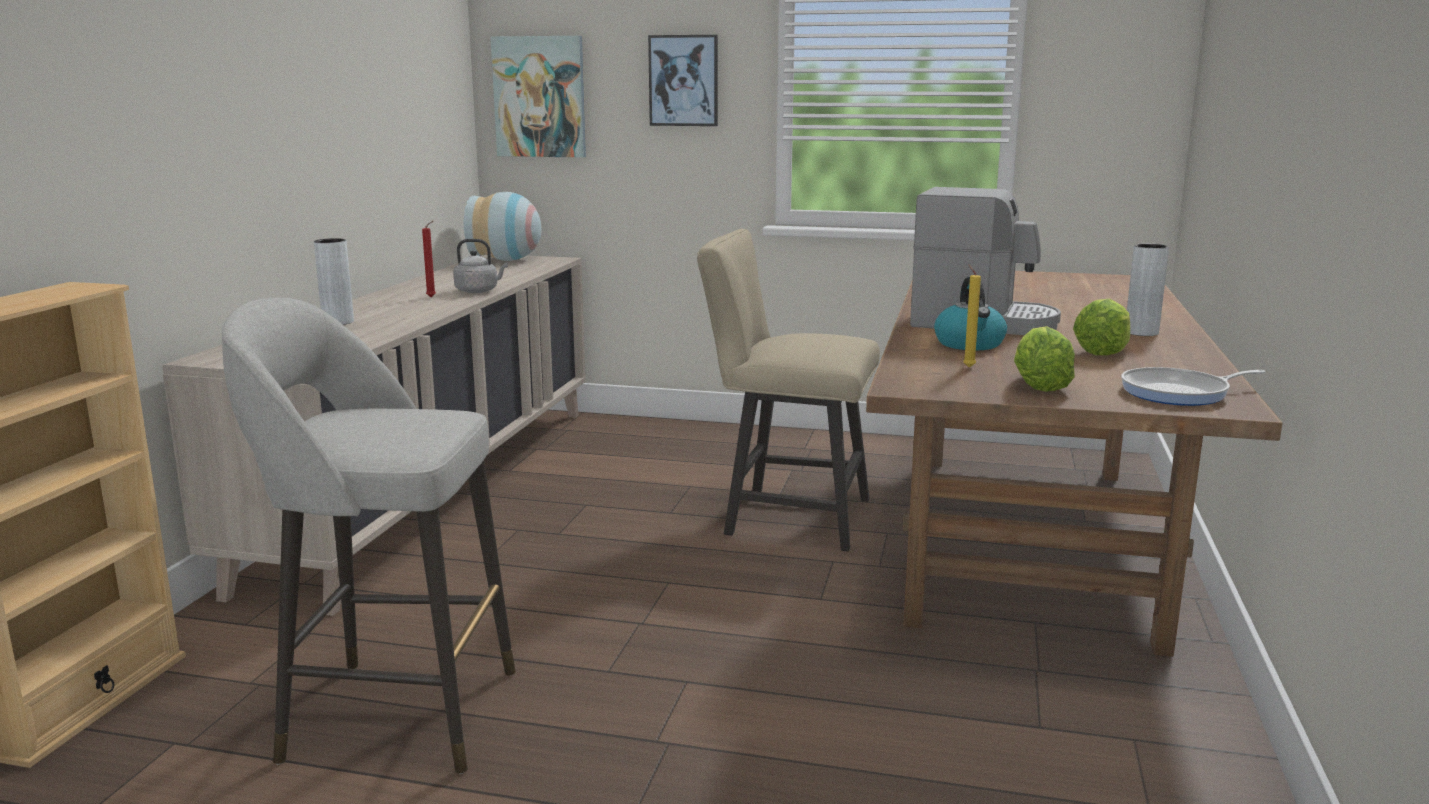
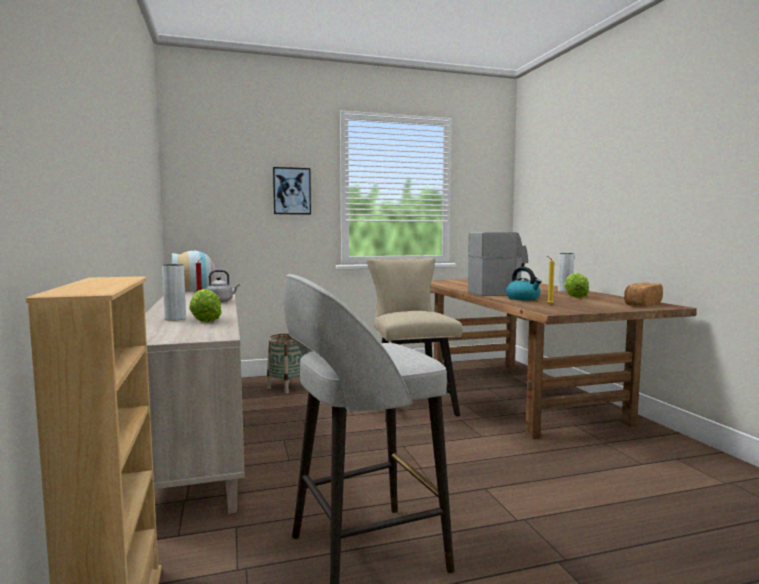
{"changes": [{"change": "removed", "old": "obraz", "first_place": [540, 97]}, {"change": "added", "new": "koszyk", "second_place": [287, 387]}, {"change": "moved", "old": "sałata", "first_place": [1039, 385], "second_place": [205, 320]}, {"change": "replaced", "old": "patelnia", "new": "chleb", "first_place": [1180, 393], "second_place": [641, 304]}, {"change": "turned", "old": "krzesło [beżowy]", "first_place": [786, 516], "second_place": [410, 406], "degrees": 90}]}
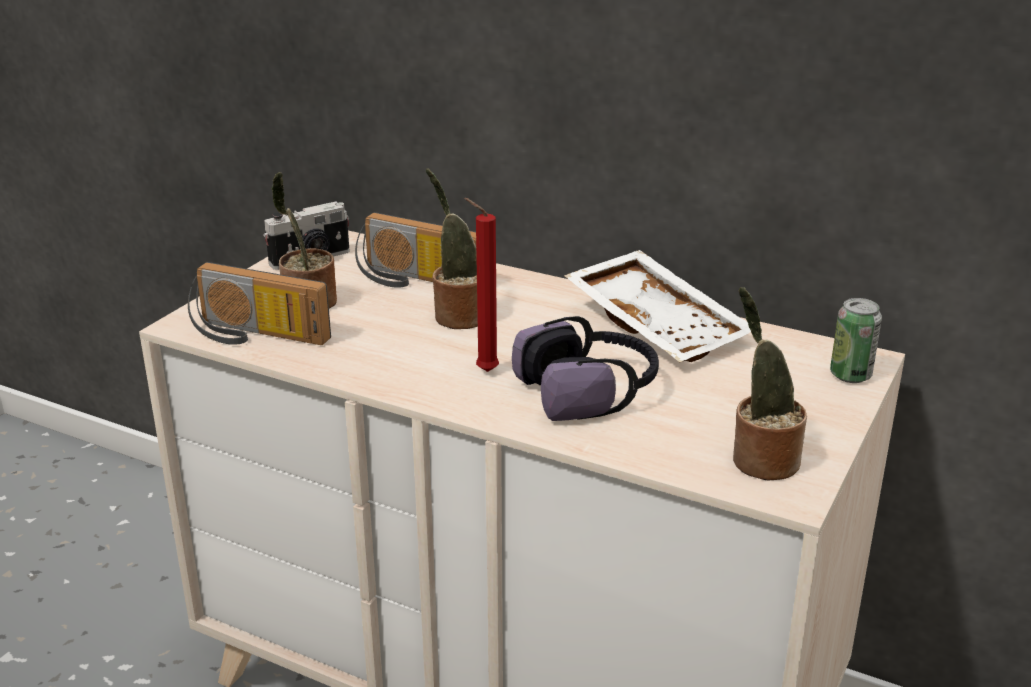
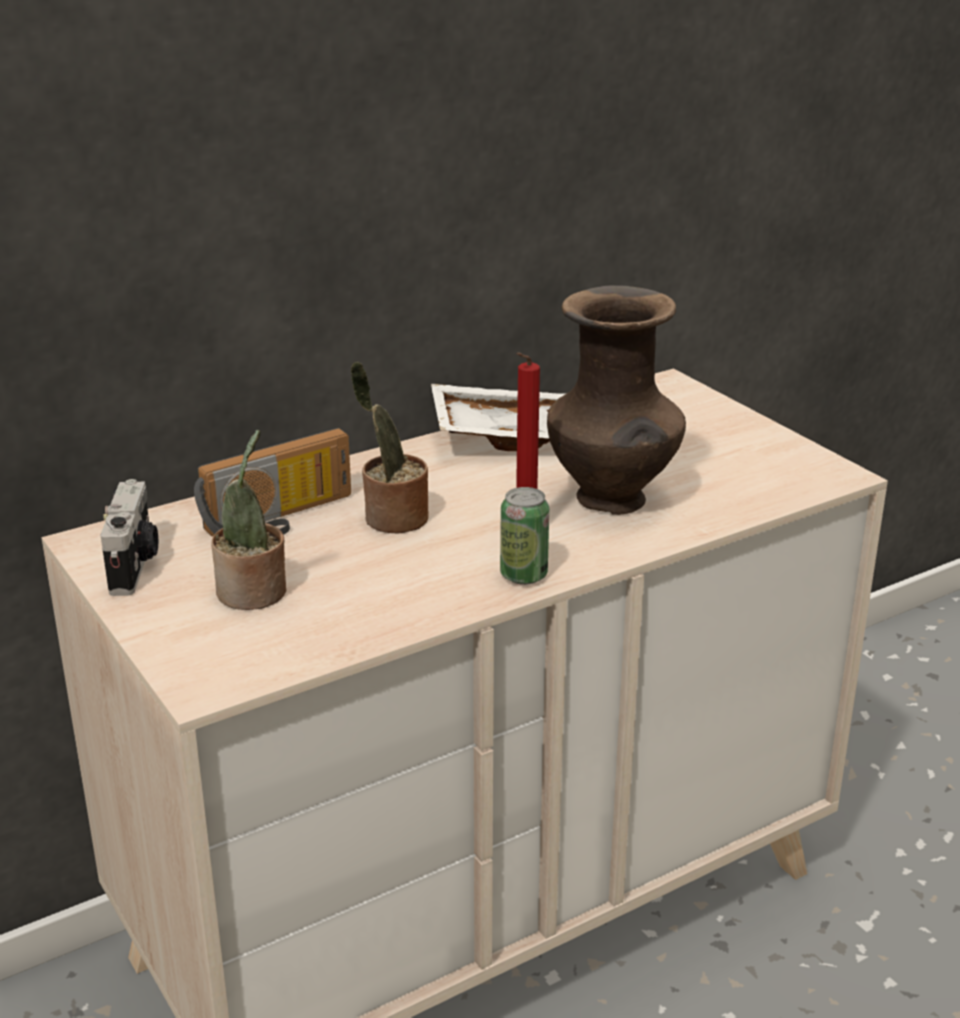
{"changes": [{"change": "removed", "old": "radio", "first_place": [255, 336]}, {"change": "removed", "old": "roślina doniczkowa", "first_place": [760, 460]}, {"change": "moved", "old": "puszka", "first_place": [850, 375], "second_place": [523, 575]}, {"change": "replaced", "old": "słuchawki", "new": "wazon [brązowy]", "first_place": [590, 392], "second_place": [613, 501]}]}
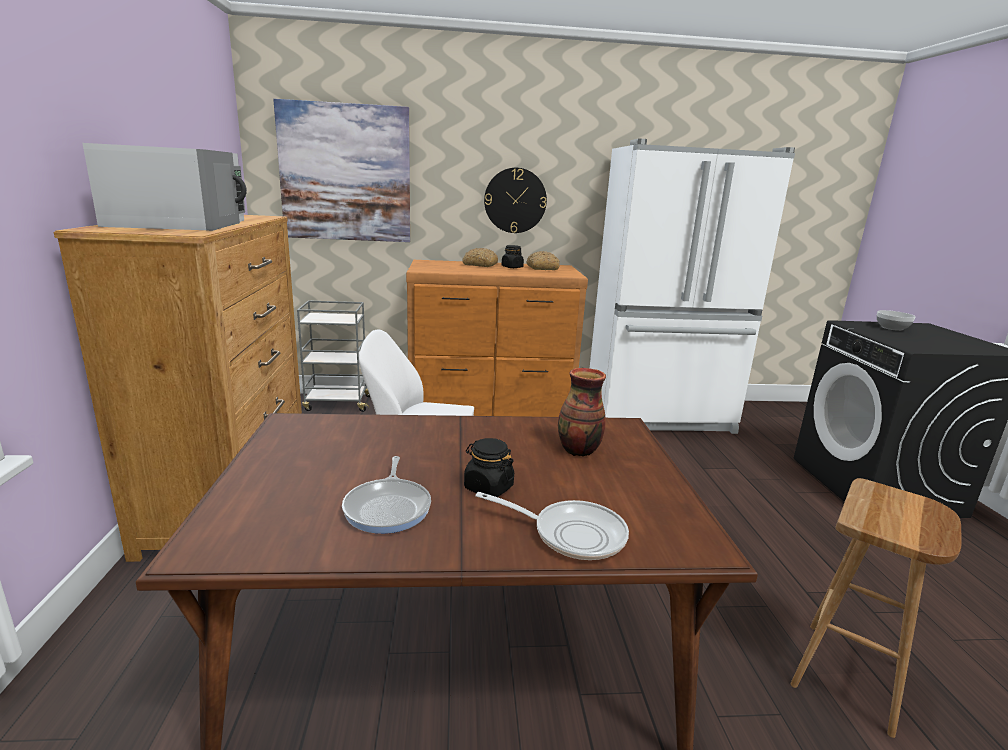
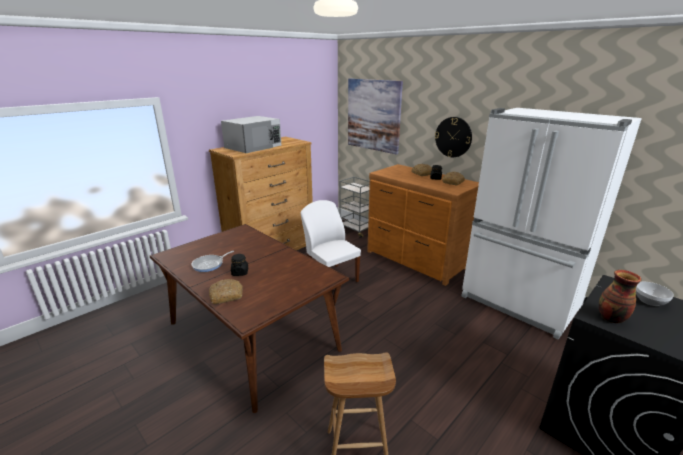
{"changes": [{"change": "moved", "old": "wazon", "first_place": [578, 450], "second_place": [610, 318]}, {"change": "replaced", "old": "patelnia", "new": "chleb", "first_place": [571, 534], "second_place": [227, 295]}]}
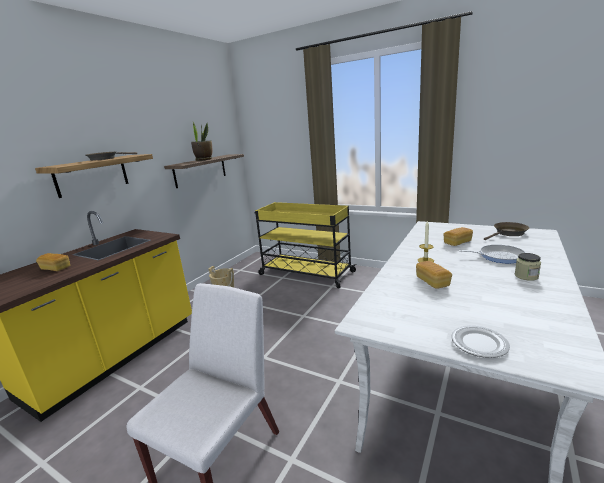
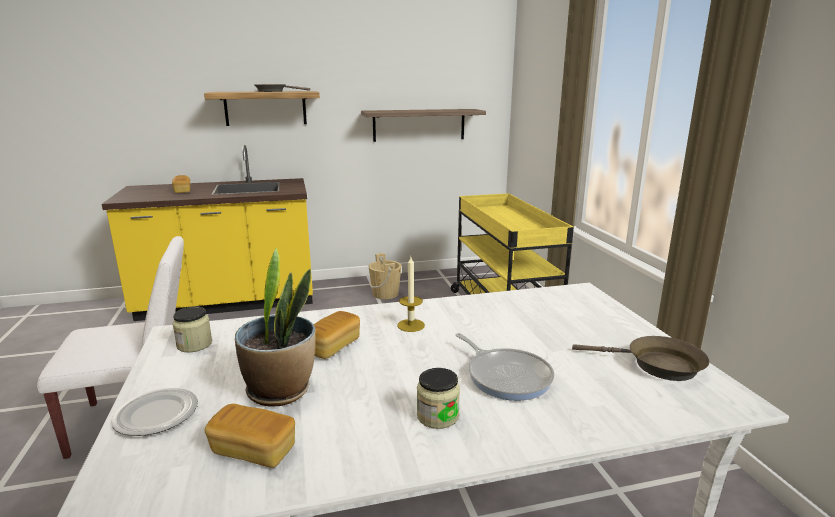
{"changes": [{"change": "added", "new": "słoik", "second_place": [194, 344]}, {"change": "moved", "old": "roślina doniczkowa", "first_place": [204, 159], "second_place": [280, 390]}, {"change": "moved", "old": "chleb", "first_place": [457, 242], "second_place": [253, 450]}]}
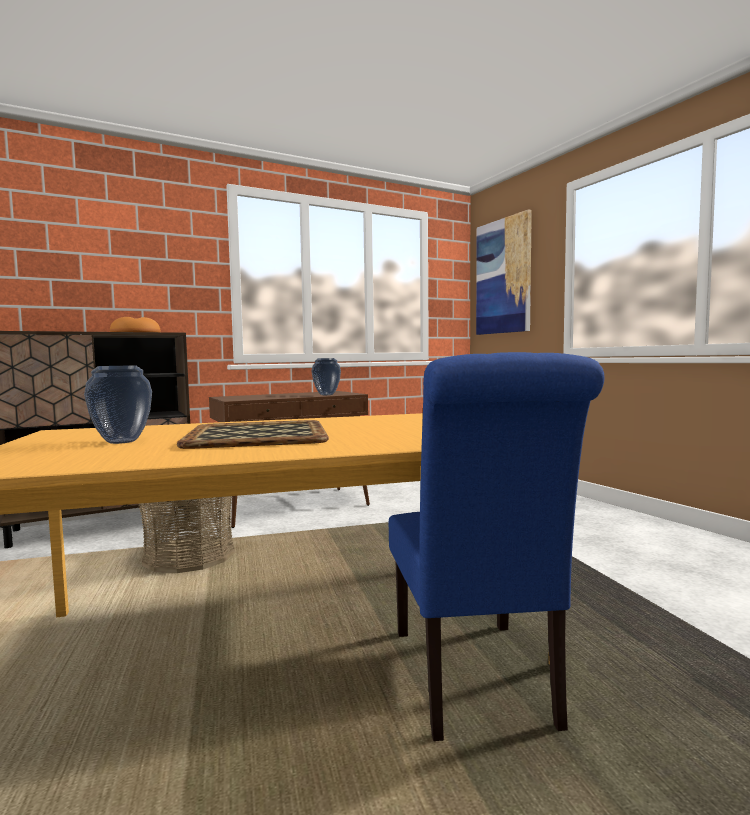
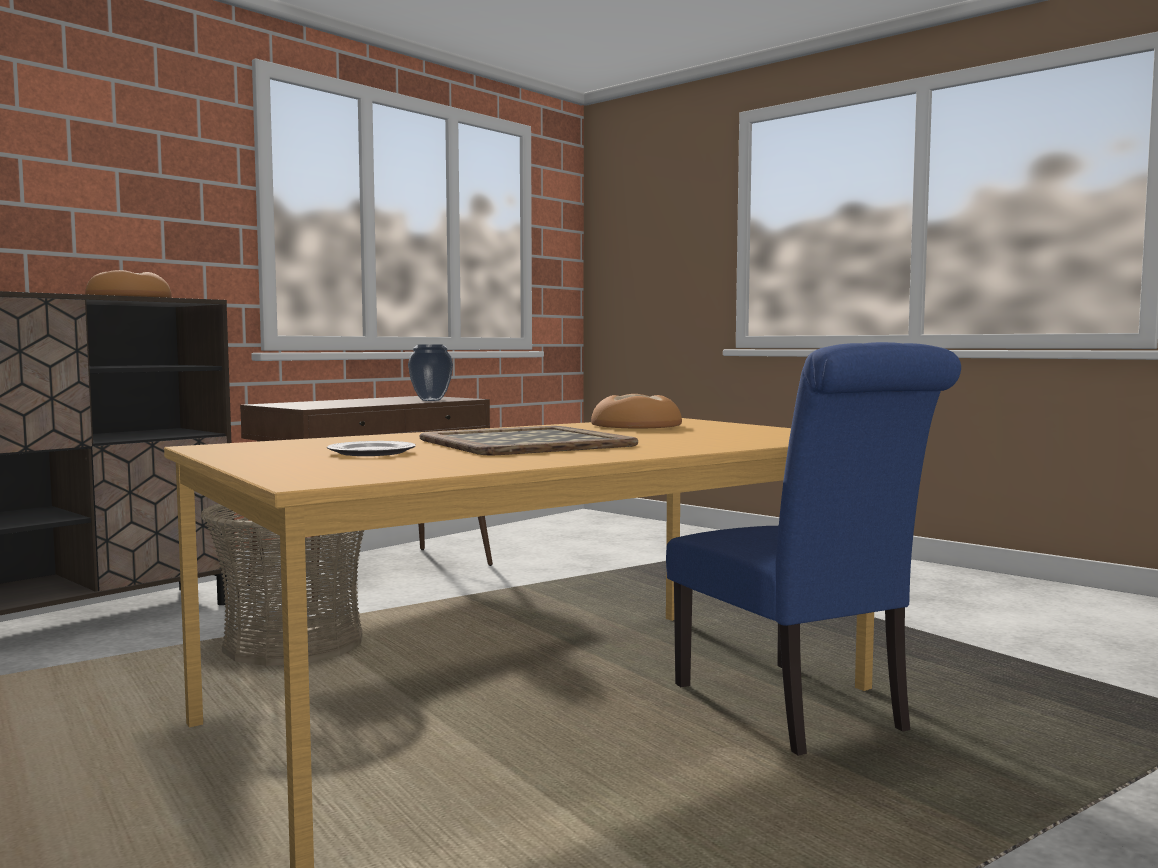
{"changes": [{"change": "removed", "old": "obraz", "first_place": [503, 276]}, {"change": "added", "new": "chleb", "second_place": [637, 425]}, {"change": "replaced", "old": "wazon", "new": "talerz", "first_place": [123, 441], "second_place": [372, 452]}]}
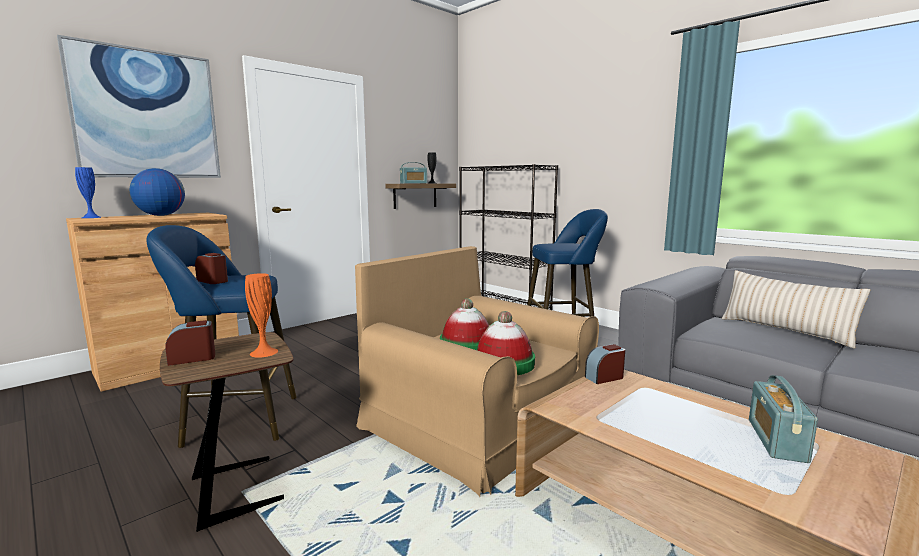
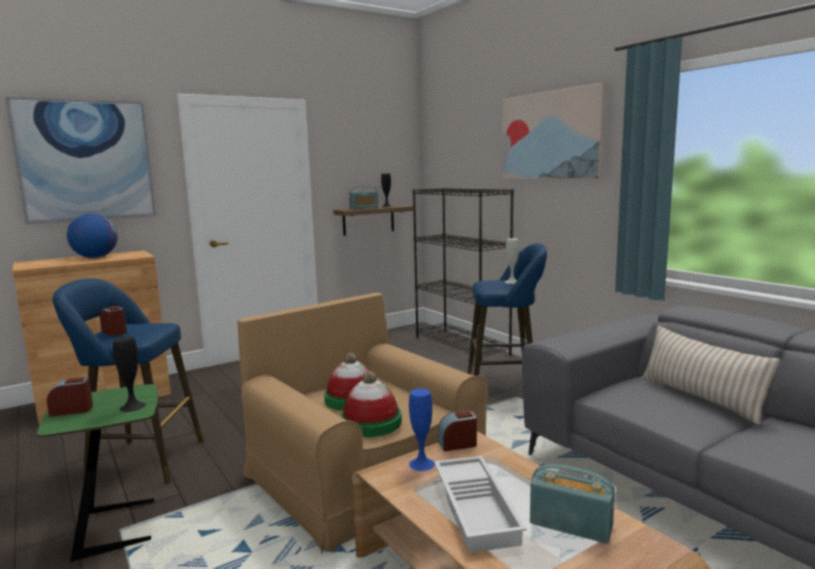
{"changes": [{"change": "added", "new": "taca [biały]", "second_place": [477, 508]}, {"change": "added", "new": "obraz", "second_place": [551, 135]}, {"change": "added", "new": "wazon [biały]", "second_place": [512, 282]}, {"change": "moved", "old": "wazon [niebieski]", "first_place": [91, 217], "second_place": [421, 464]}, {"change": "recoloured", "old": "stolik [brązowy]", "new": "stolik [zielony]", "first_place": [240, 489], "second_place": [119, 527]}, {"change": "recoloured", "old": "wazon [pomarańczowy]", "new": "wazon [czarny]", "first_place": [264, 352], "second_place": [132, 406]}, {"change": "turned", "old": "radio", "first_place": [776, 440], "second_place": [571, 524], "degrees": 90}]}
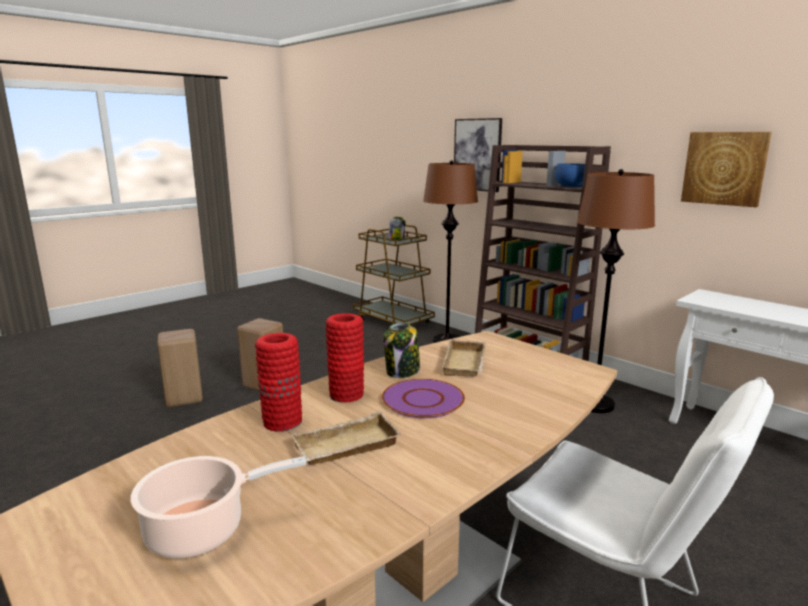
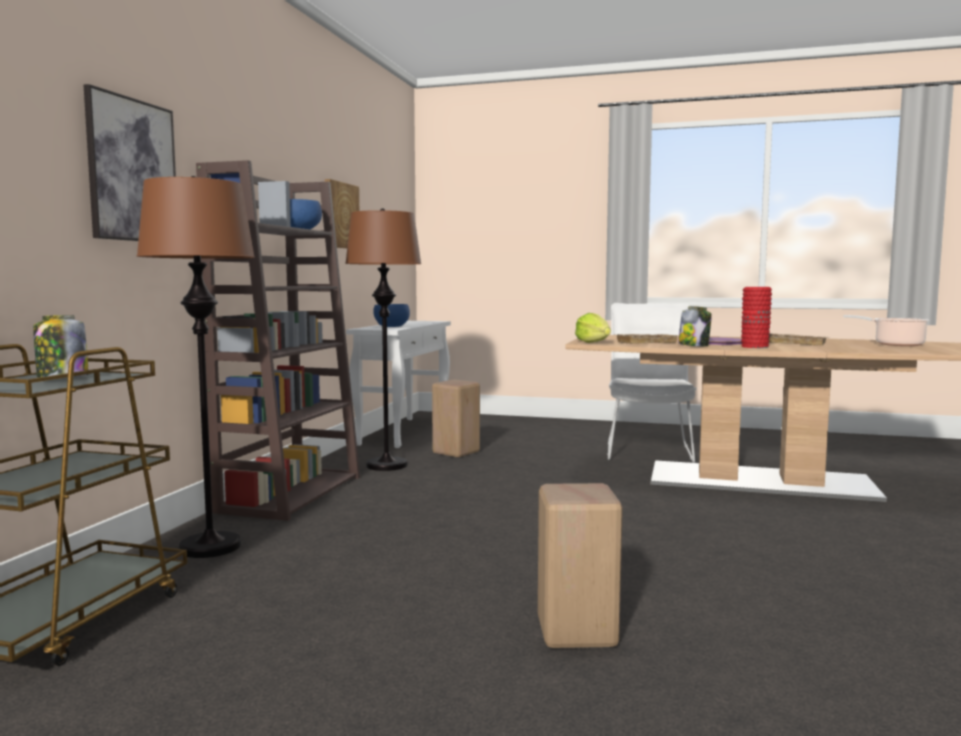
{"changes": [{"change": "removed", "old": "wazon [czerwony]", "first_place": [282, 422]}, {"change": "added", "new": "miska [niebieski]", "second_place": [392, 326]}, {"change": "added", "new": "sałata", "second_place": [593, 342]}, {"change": "moved", "old": "stołek [beżowy]", "first_place": [185, 398], "second_place": [456, 452]}]}
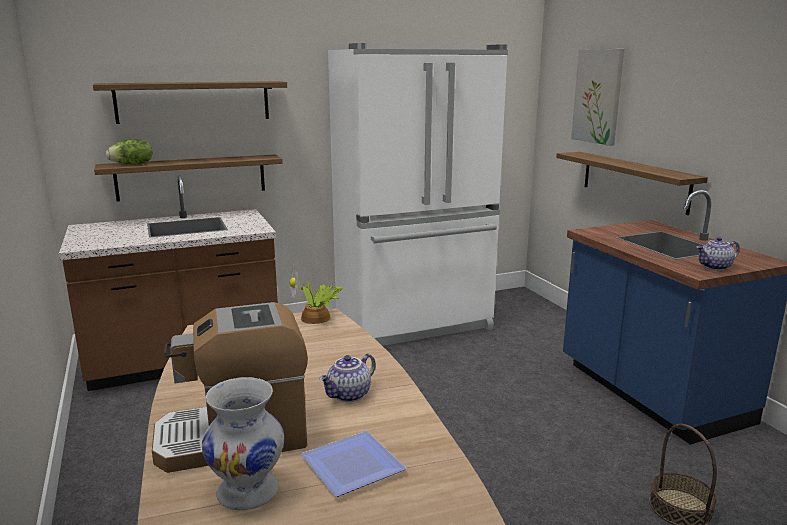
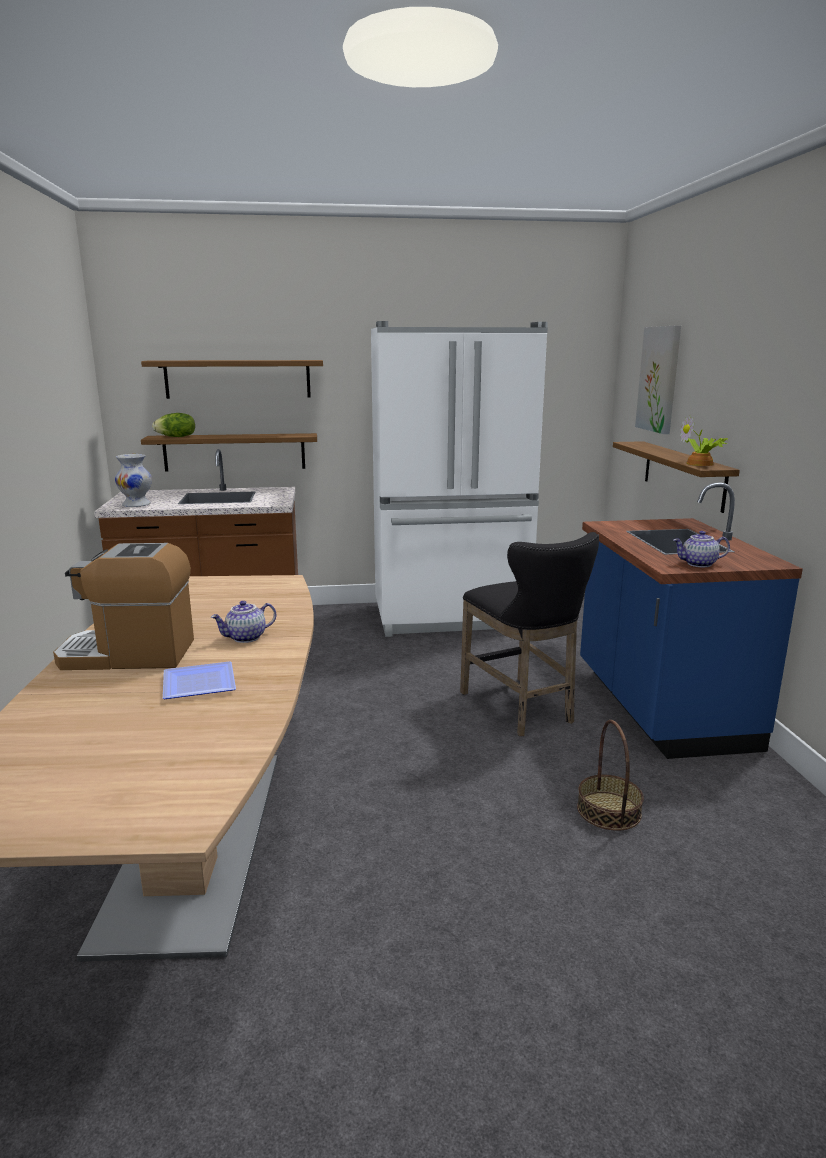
{"changes": [{"change": "added", "new": "stołek [czarny]", "second_place": [521, 709]}, {"change": "moved", "old": "wazon [biały]", "first_place": [249, 491], "second_place": [137, 505]}, {"change": "moved", "old": "roślina doniczkowa", "first_place": [317, 318], "second_place": [701, 464]}]}
